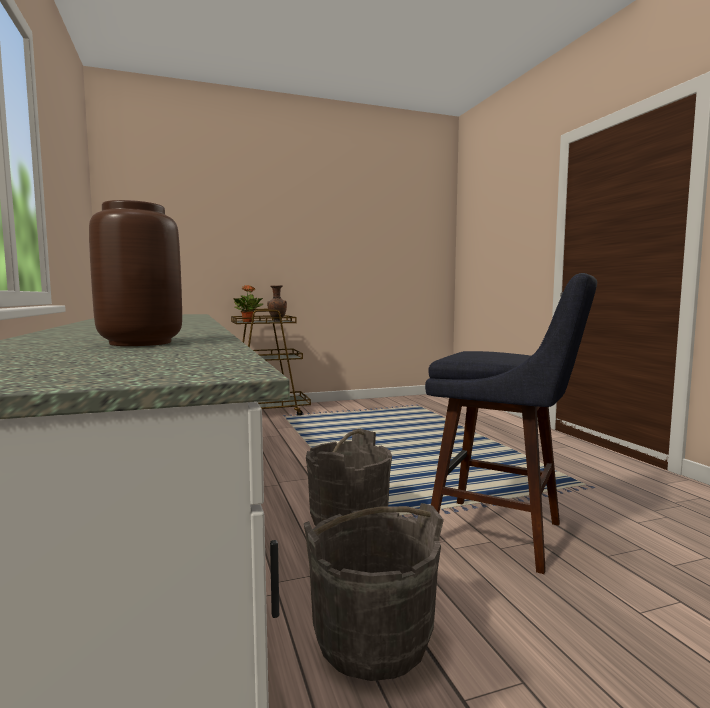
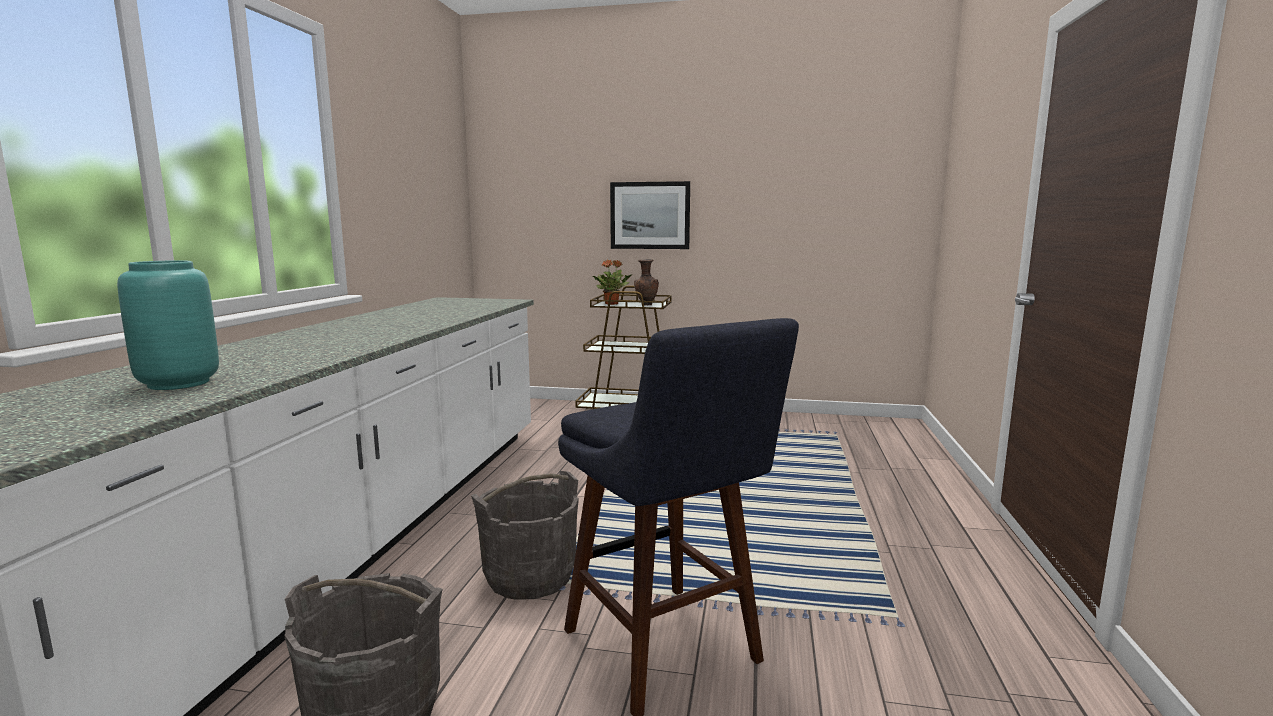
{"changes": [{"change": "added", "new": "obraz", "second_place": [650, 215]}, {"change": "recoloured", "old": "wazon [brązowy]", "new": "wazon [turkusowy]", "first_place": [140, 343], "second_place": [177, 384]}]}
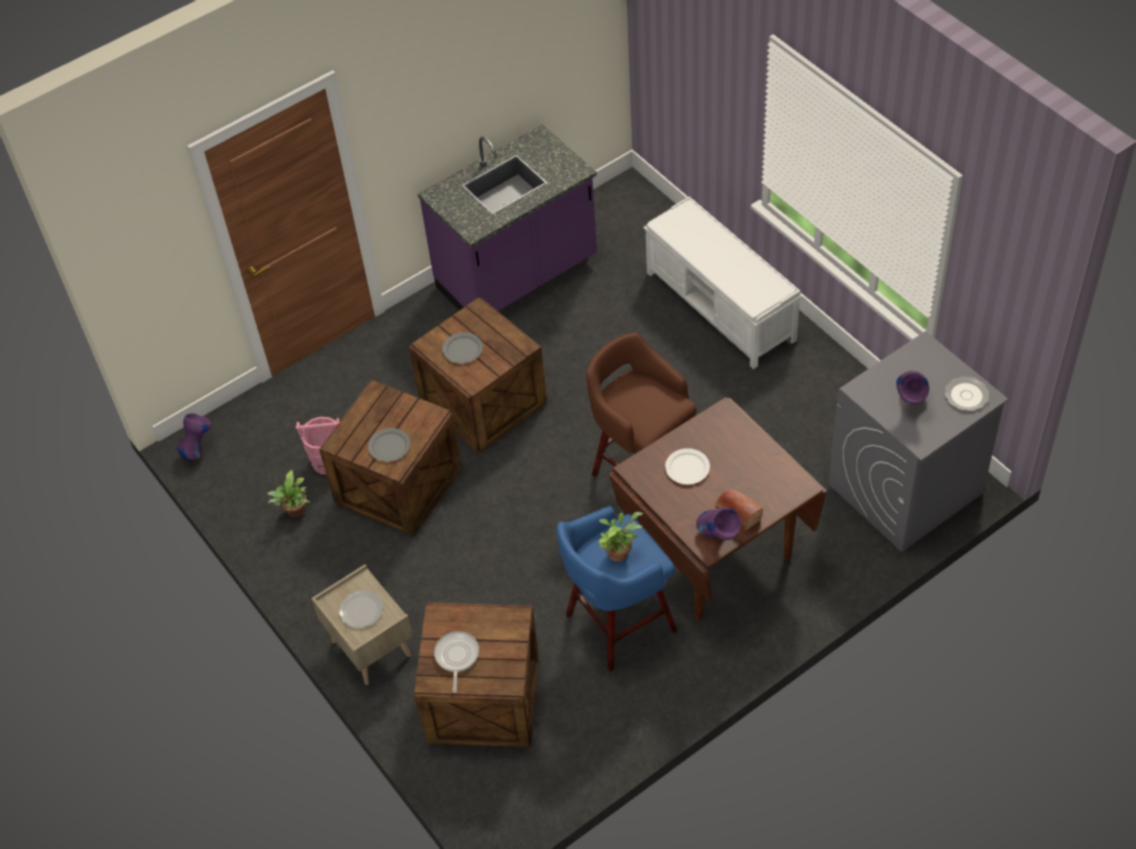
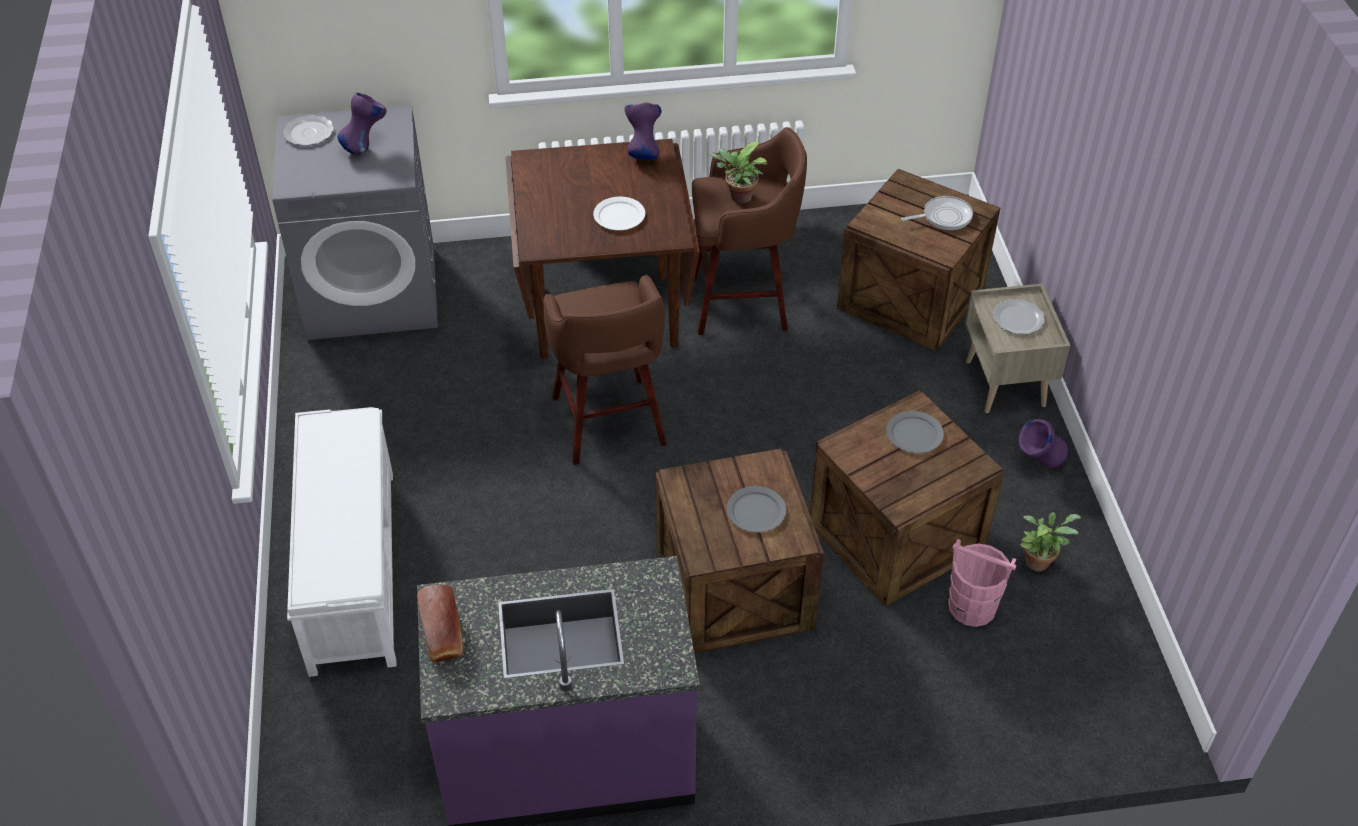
{"changes": [{"change": "moved", "old": "wazon [fioletowy]", "first_place": [199, 449], "second_place": [1038, 464]}, {"change": "moved", "old": "chleb", "first_place": [737, 513], "second_place": [442, 635]}, {"change": "recoloured", "old": "stołek [niebieski]", "new": "stołek [brązowy]", "first_place": [617, 624], "second_place": [743, 302]}, {"change": "turned", "old": "patelnia", "first_place": [456, 657], "second_place": [944, 217], "degrees": -135}]}
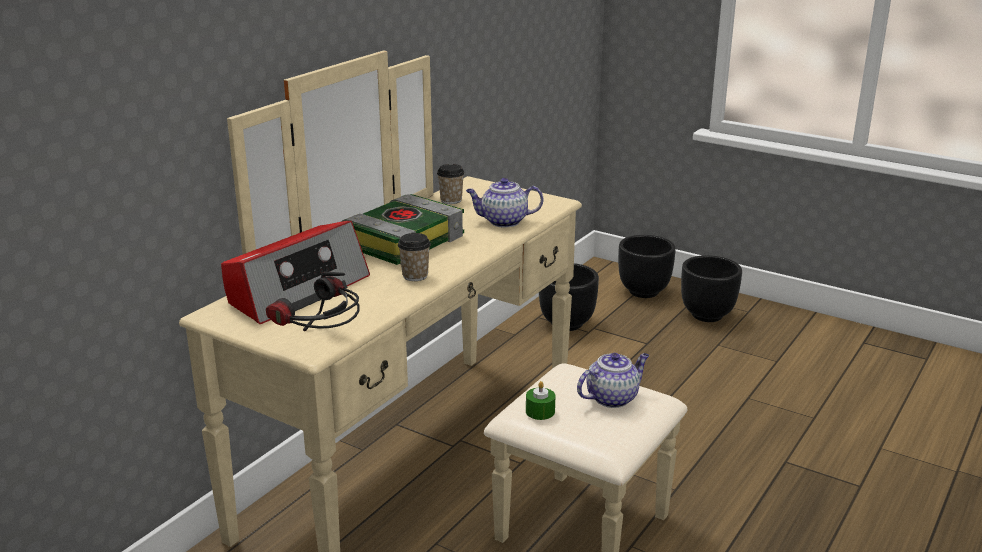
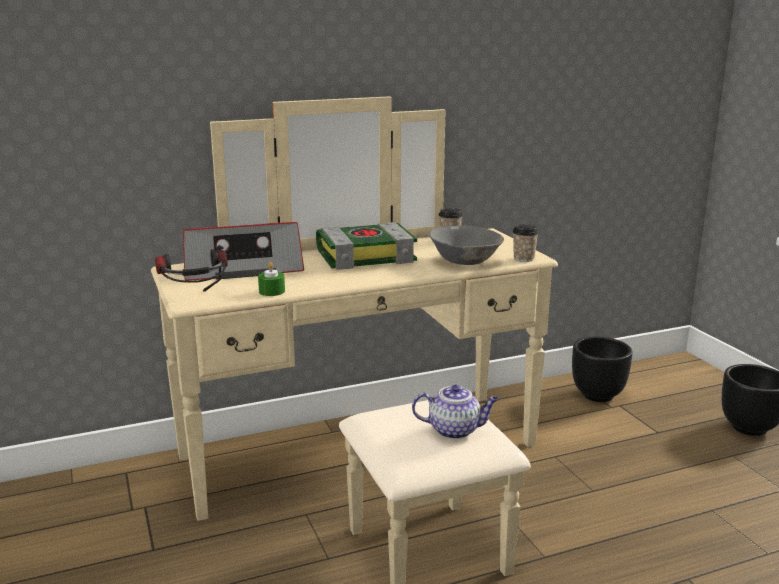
{"changes": [{"change": "removed", "old": "donica [czarny]", "first_place": [644, 292]}, {"change": "moved", "old": "filiżanka", "first_place": [415, 276], "second_place": [523, 258]}, {"change": "moved", "old": "świeca [zielony]", "first_place": [540, 411], "second_place": [272, 291]}, {"change": "replaced", "old": "imbryk", "new": "miska [szary]", "first_place": [503, 222], "second_place": [464, 261]}]}
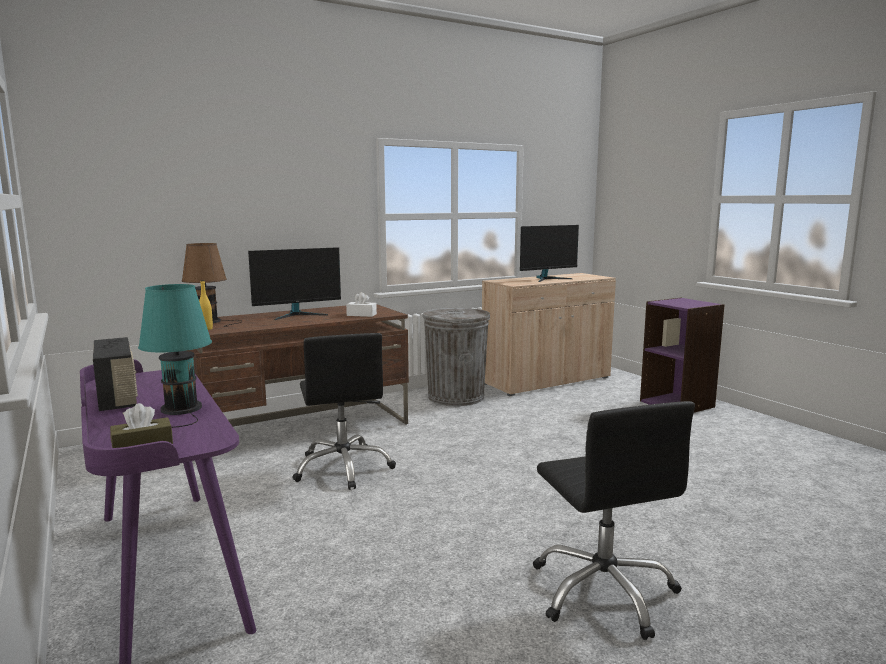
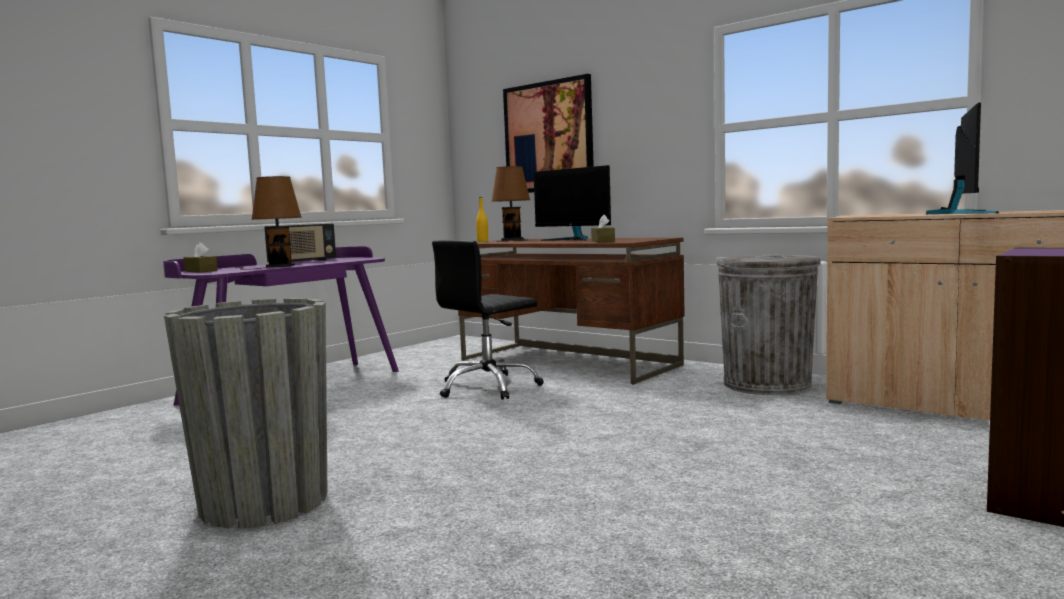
{"changes": [{"change": "added", "new": "obraz", "second_place": [548, 137]}, {"change": "replaced", "old": "krzesło biurowe [czarny]", "new": "donica [szary]", "first_place": [604, 591], "second_place": [264, 502]}, {"change": "recoloured", "old": "lampa stołowa [turkusowy]", "new": "lampa stołowa [brązowy]", "first_place": [180, 410], "second_place": [276, 266]}, {"change": "recoloured", "old": "pudełko chusteczek [biały]", "new": "pudełko chusteczek [brązowy]", "first_place": [361, 315], "second_place": [603, 241]}, {"change": "turned", "old": "monitor", "first_place": [547, 279], "second_place": [963, 213], "degrees": -105}]}
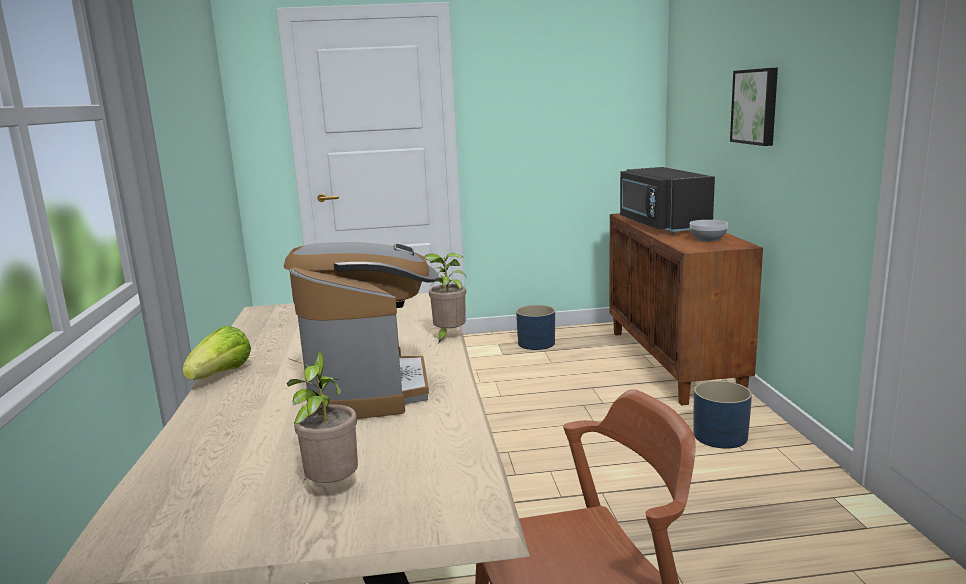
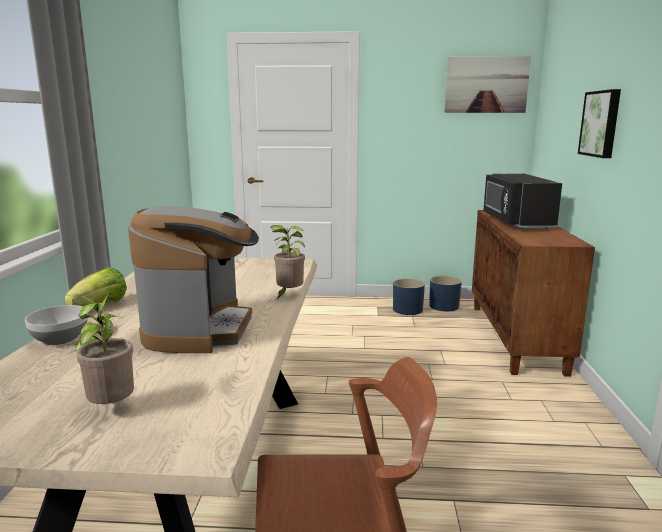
{"changes": [{"change": "added", "new": "obraz", "second_place": [486, 85]}, {"change": "moved", "old": "miska", "first_place": [708, 239], "second_place": [61, 338]}, {"change": "moved", "old": "donica [niebieski]", "first_place": [720, 436], "second_place": [444, 306]}]}
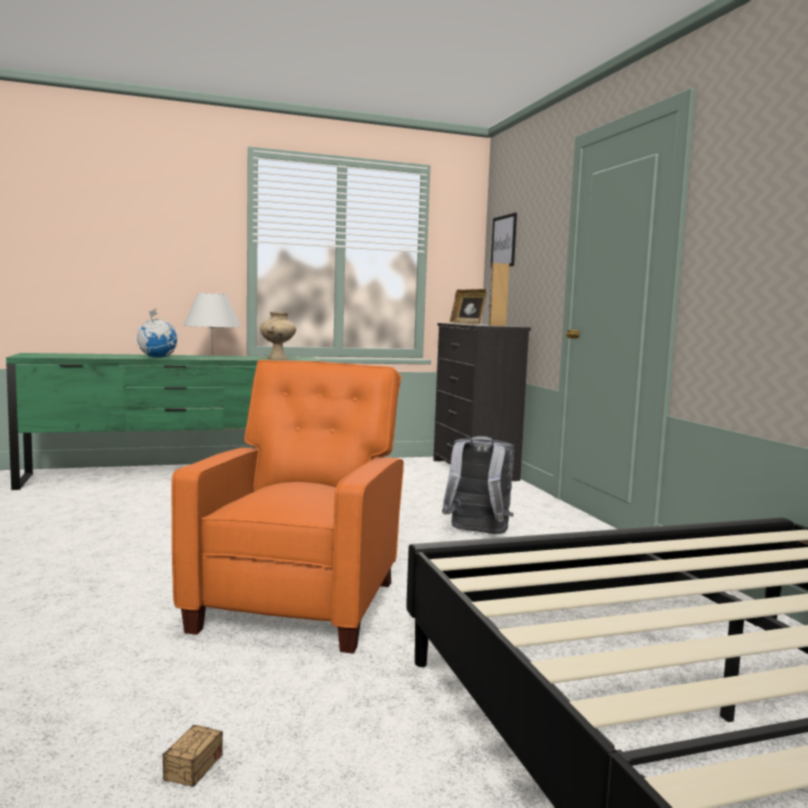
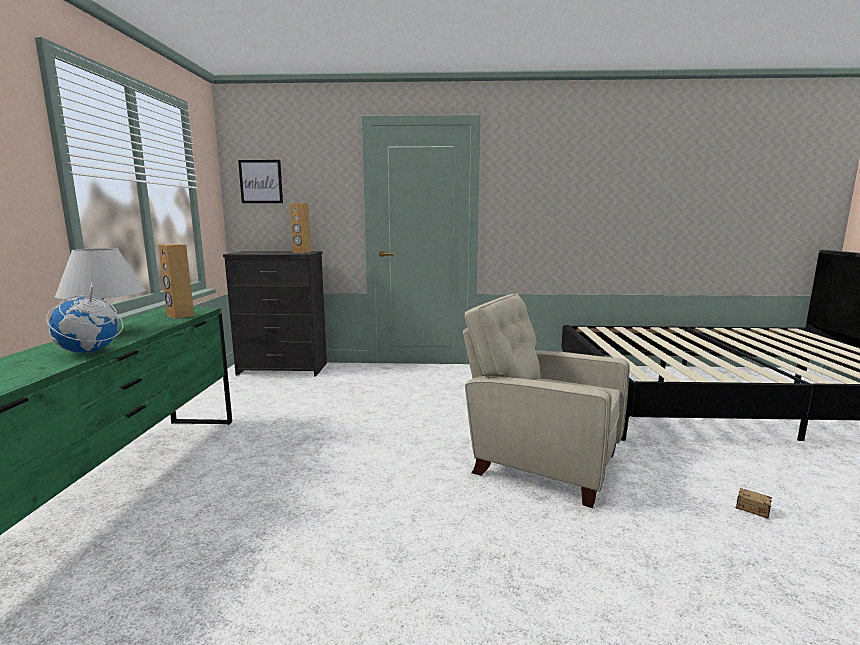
{"changes": [{"change": "removed", "old": "plecak [szary]", "first_place": [477, 533]}, {"change": "removed", "old": "ramka na zdjęcie", "first_place": [467, 324]}, {"change": "replaced", "old": "wazon [beżowy]", "new": "głośnik [brązowy]", "first_place": [278, 359], "second_place": [180, 316]}, {"change": "recoloured", "old": "fotel [pomarańczowy]", "new": "fotel [beżowy]", "first_place": [301, 603], "second_place": [540, 461]}]}
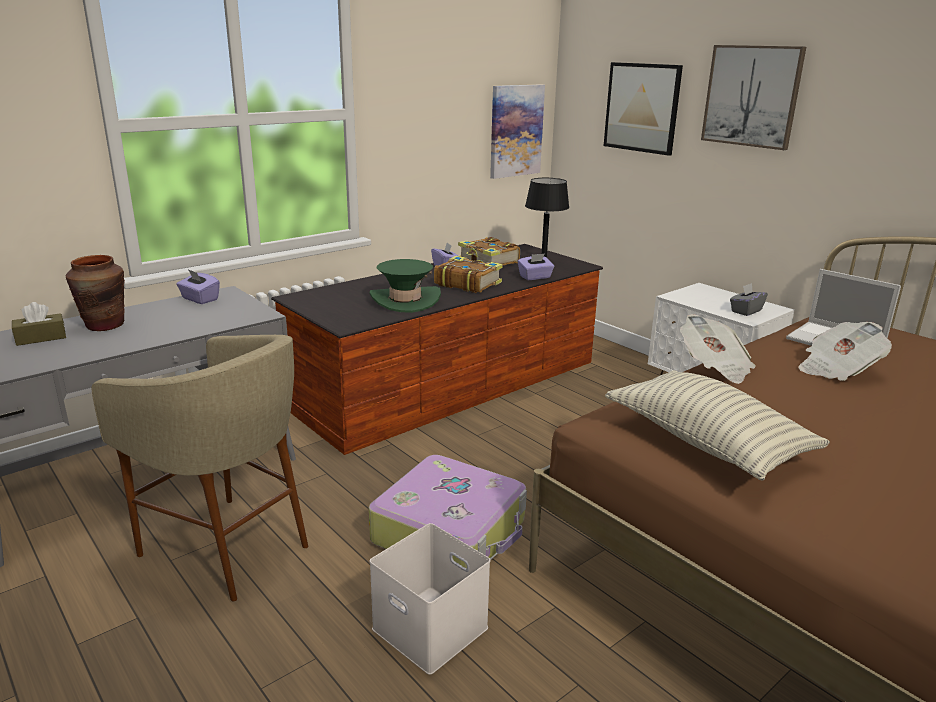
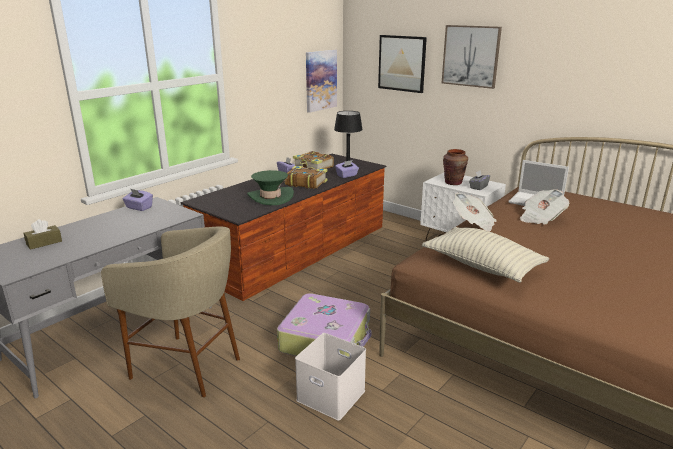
{"changes": [{"change": "moved", "old": "wazon [brązowy]", "first_place": [104, 325], "second_place": [453, 182]}]}
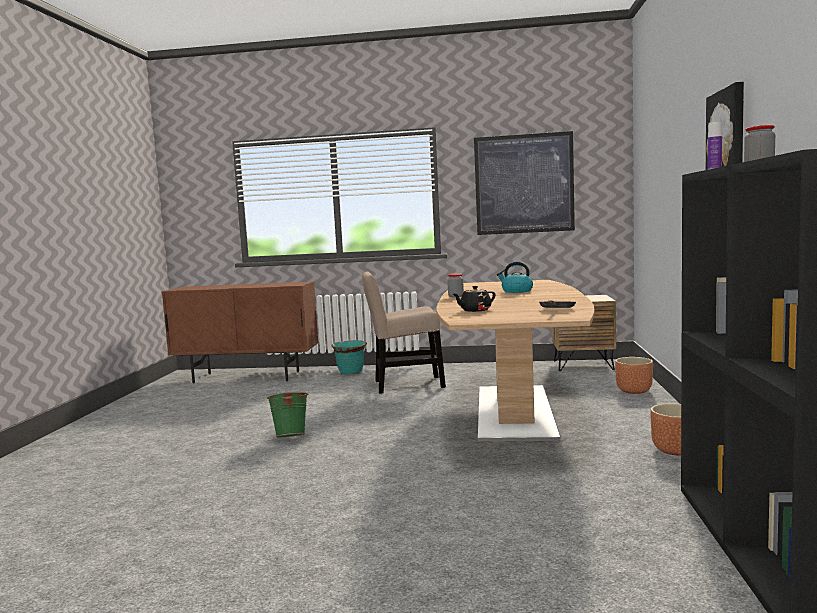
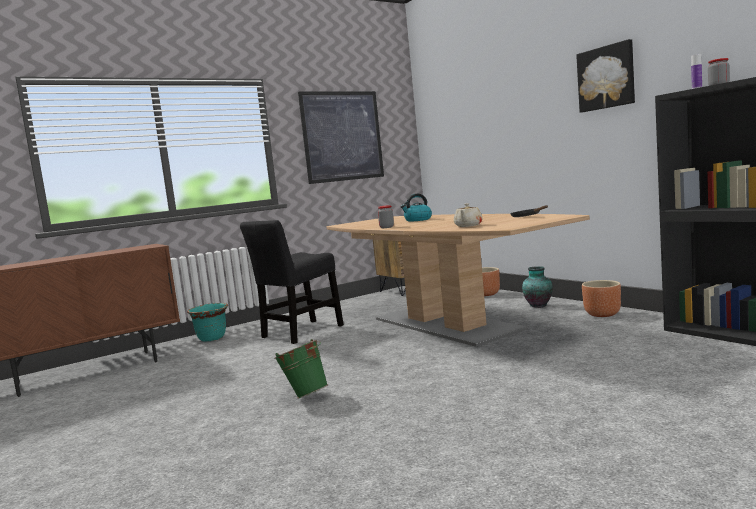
{"changes": [{"change": "added", "new": "wazon", "second_place": [538, 305]}, {"change": "recoloured", "old": "krzesło [beżowy]", "new": "krzesło [czarny]", "first_place": [404, 385], "second_place": [300, 333]}, {"change": "recoloured", "old": "imbryk [czarny]", "new": "imbryk [beżowy]", "first_place": [475, 310], "second_place": [468, 226]}]}
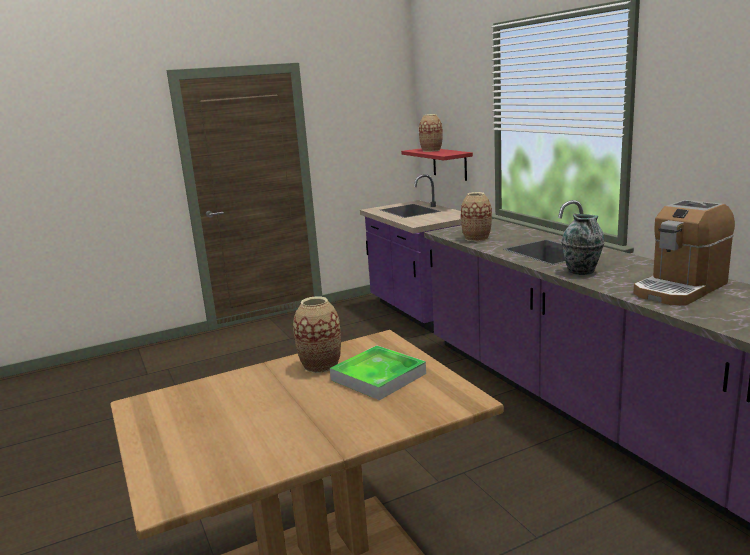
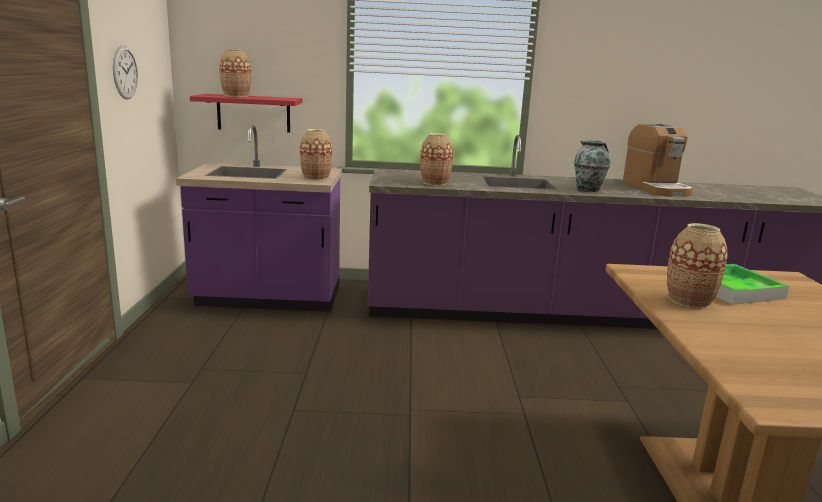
{"changes": [{"change": "added", "new": "zegar ścienny", "second_place": [125, 72]}, {"change": "added", "new": "wazon", "second_place": [316, 177]}]}
